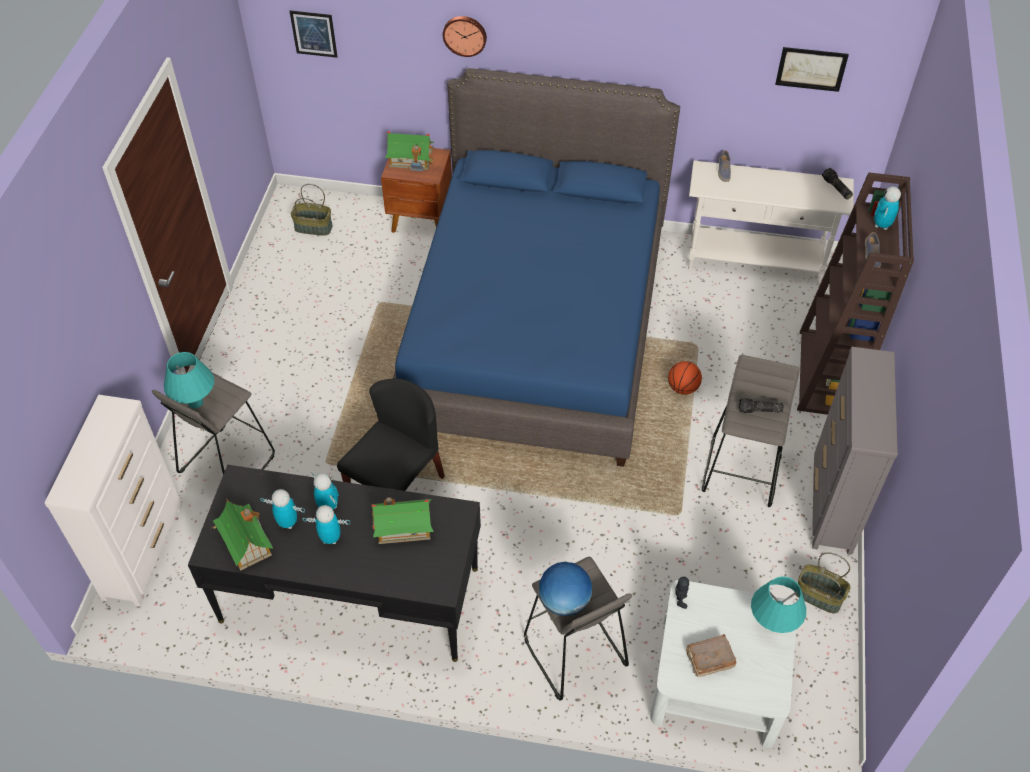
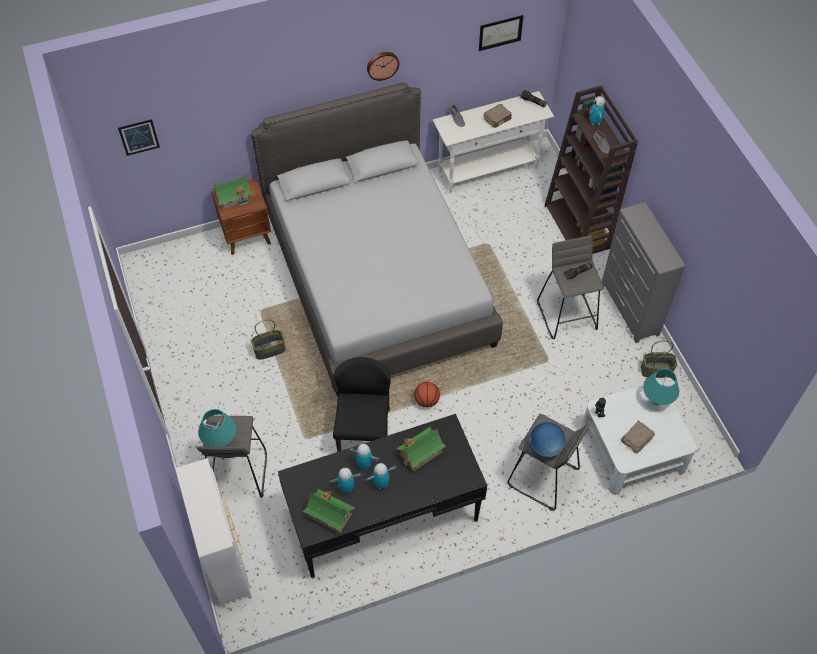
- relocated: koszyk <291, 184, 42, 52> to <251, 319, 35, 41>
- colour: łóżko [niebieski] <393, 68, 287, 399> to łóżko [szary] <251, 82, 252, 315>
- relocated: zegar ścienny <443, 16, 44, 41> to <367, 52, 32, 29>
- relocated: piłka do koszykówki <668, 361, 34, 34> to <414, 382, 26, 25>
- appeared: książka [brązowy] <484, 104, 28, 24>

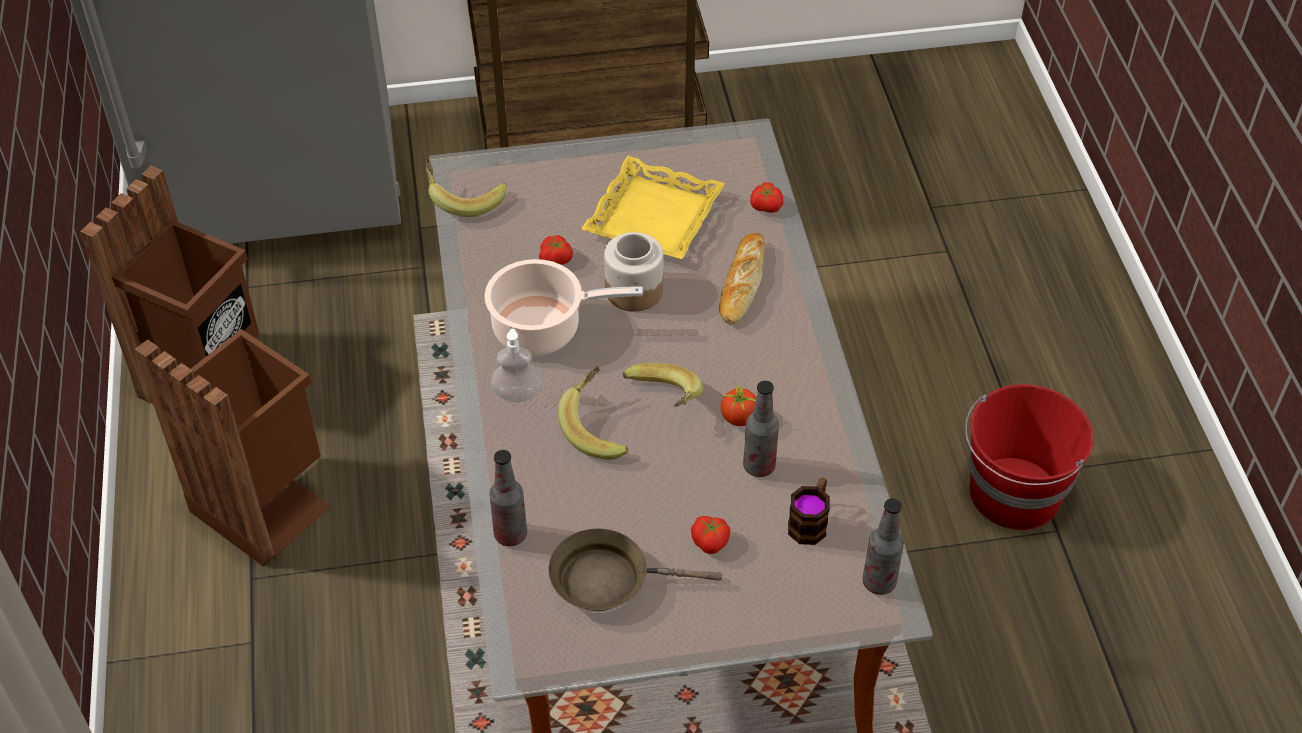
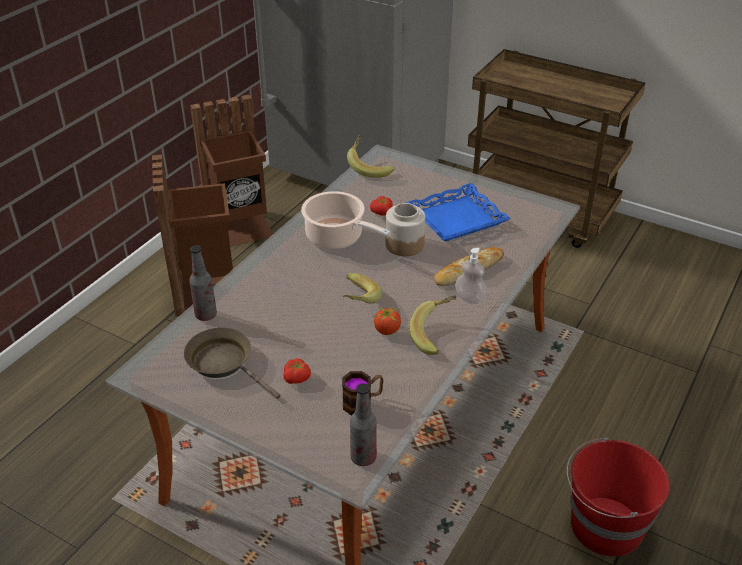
- relocated: dozownik mydła <491, 329, 51, 73> to <455, 248, 32, 56>
- relocated: banan <558, 366, 70, 94> to <409, 296, 47, 59>
- colour: taca [żółty] <581, 156, 144, 103> to taca [niebieski] <406, 183, 105, 58>
- missing: butelka <743, 381, 36, 96>
- missing: pomidor <750, 182, 33, 31>

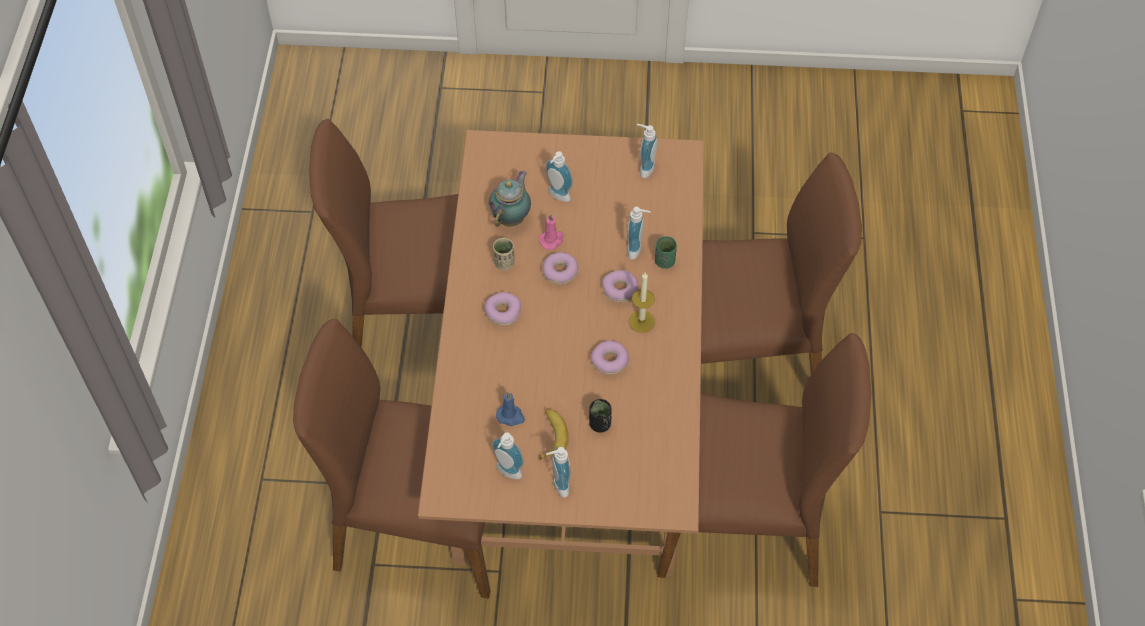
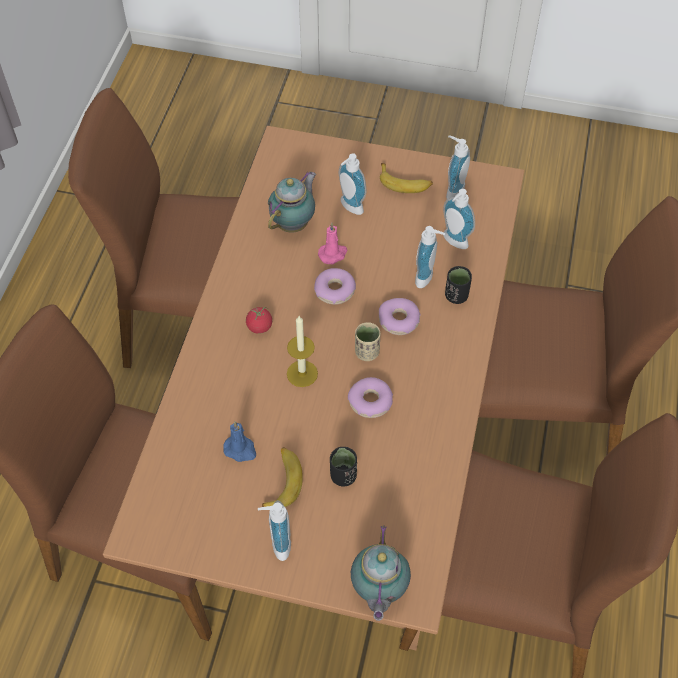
- exchanged: donut <484, 292, 37, 34> to pomidor <246, 307, 26, 27>
- relocated: dozownik mydła <492, 432, 32, 47> to <443, 189, 32, 60>
- relocated: filiżanka [beżowy] <493, 238, 22, 32> to <355, 322, 26, 39>
- relocated: świeca <629, 273, 26, 60> to <287, 316, 31, 71>
- colour: filiżanka [zielony] <655, 236, 22, 33> to filiżanka [czarny] <445, 266, 27, 38>
- appeared: imbryk <351, 525, 60, 96>
- appeared: banan <380, 163, 53, 30>

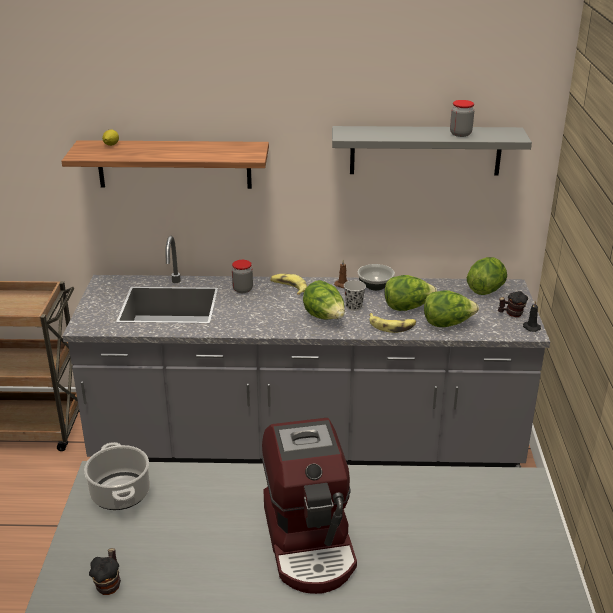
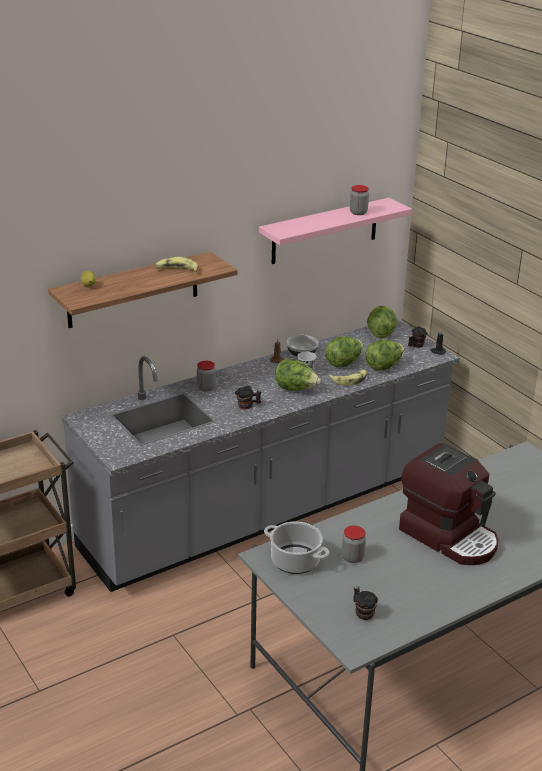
- relocated: banan <270, 274, 37, 21> to <155, 257, 43, 15>
- colour: półka [szary] <332, 126, 200, 50> to półka [różowy] <259, 198, 153, 66>
- appeared: kubek <235, 386, 26, 23>
- appeared: słoik <342, 526, 24, 37>

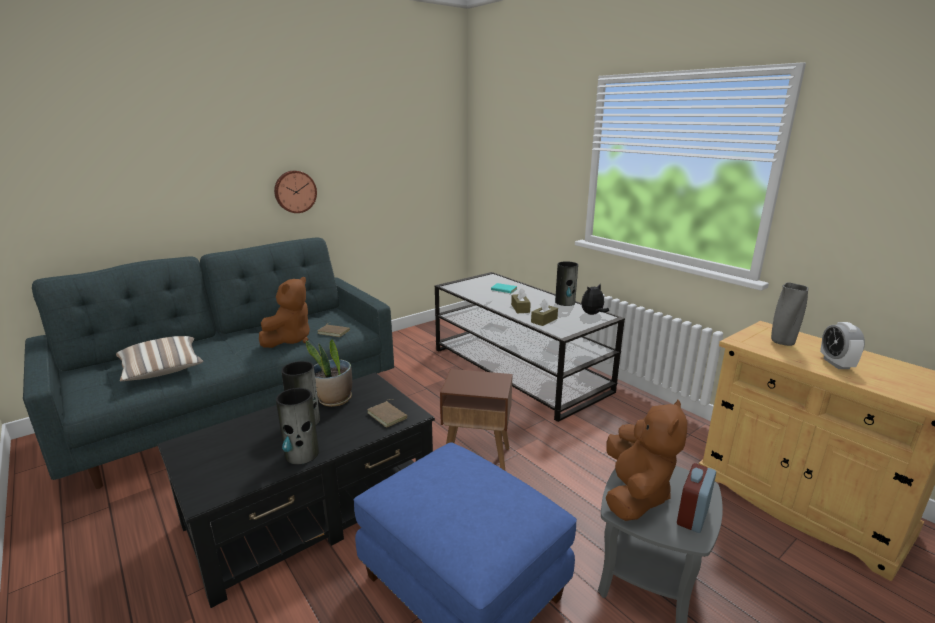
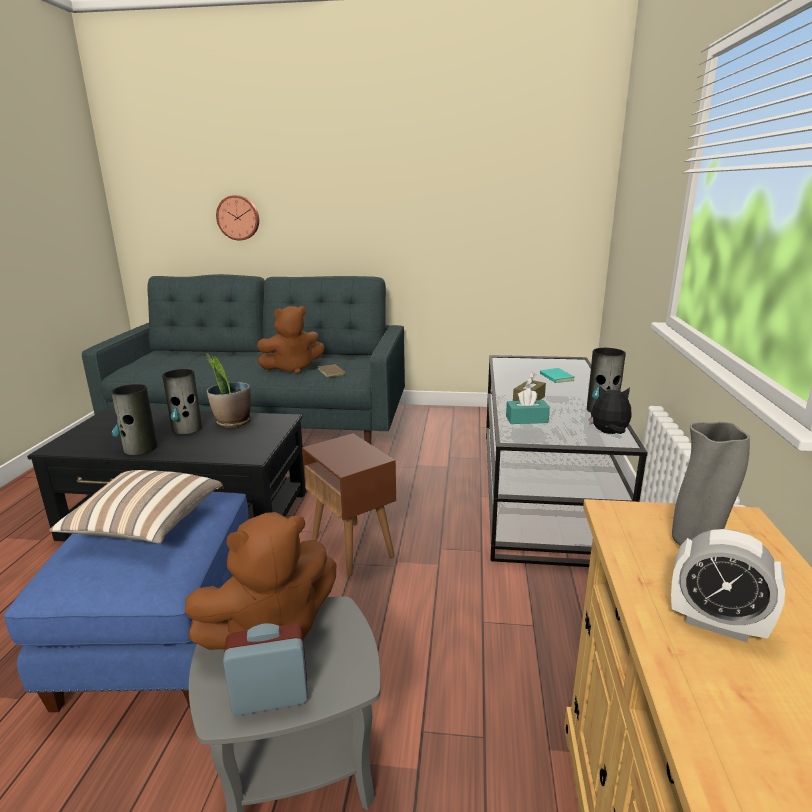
- relocated: poduszka <116, 336, 87, 45> to <49, 470, 173, 73>
- relocated: zegar ścienny <274, 171, 43, 42> to <216, 195, 43, 45>
- missing: książka [brązowy] <367, 399, 40, 29>
- colour: pudełko chusteczek [brązowy] <531, 299, 27, 27> to pudełko chusteczek [turkusowy] <506, 388, 44, 36>
- spun: budzik <820, 322, 45, 47> = <671, 529, 114, 113> 105 degrees counterclockwise

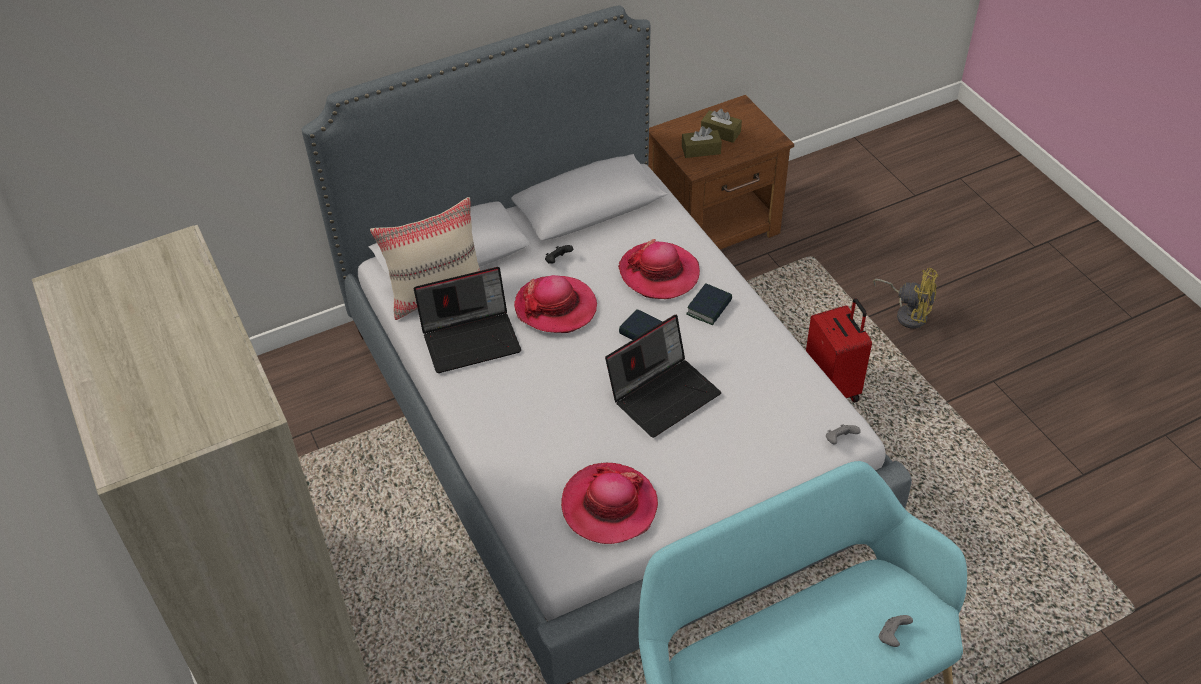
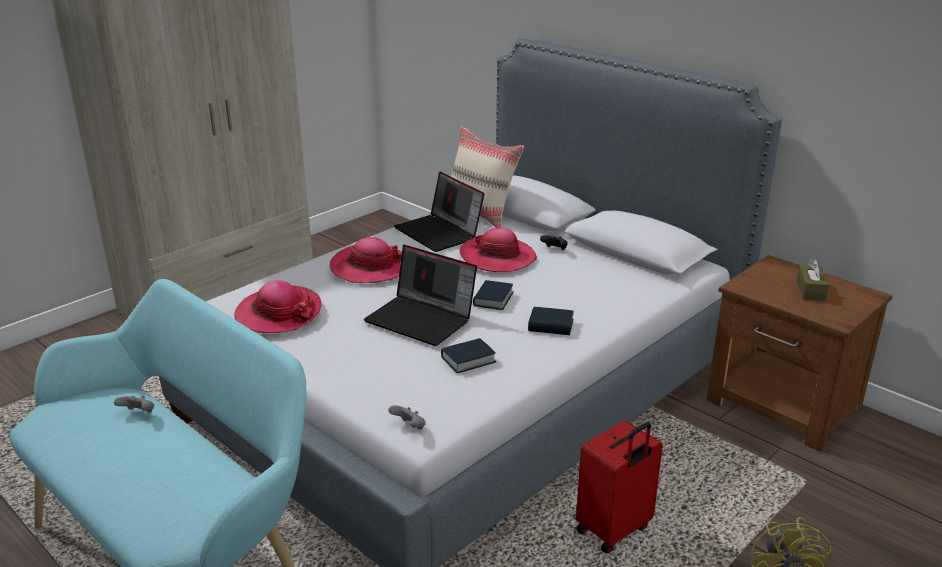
- relocated: kapelusz <618, 239, 82, 60> to <330, 237, 72, 46>
- missing: pudełko chusteczek [brązowy] <682, 126, 40, 32>
- relocated: pad do gier [szary] <879, 615, 34, 32> to <114, 396, 40, 17>
- appeared: książka <441, 338, 55, 35>

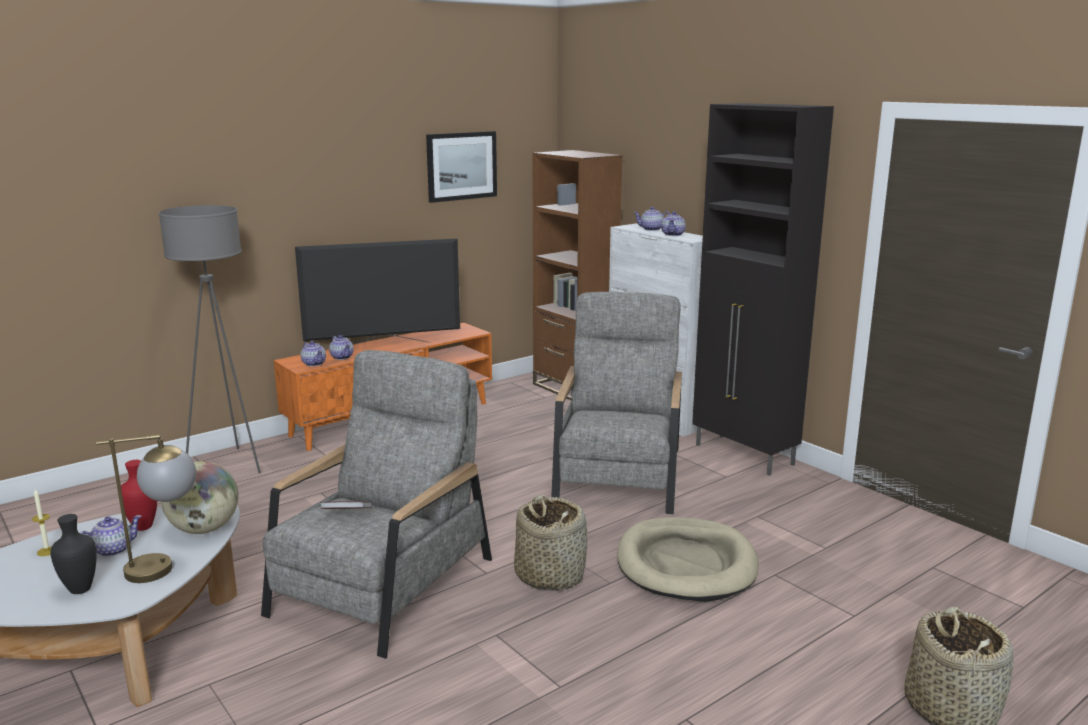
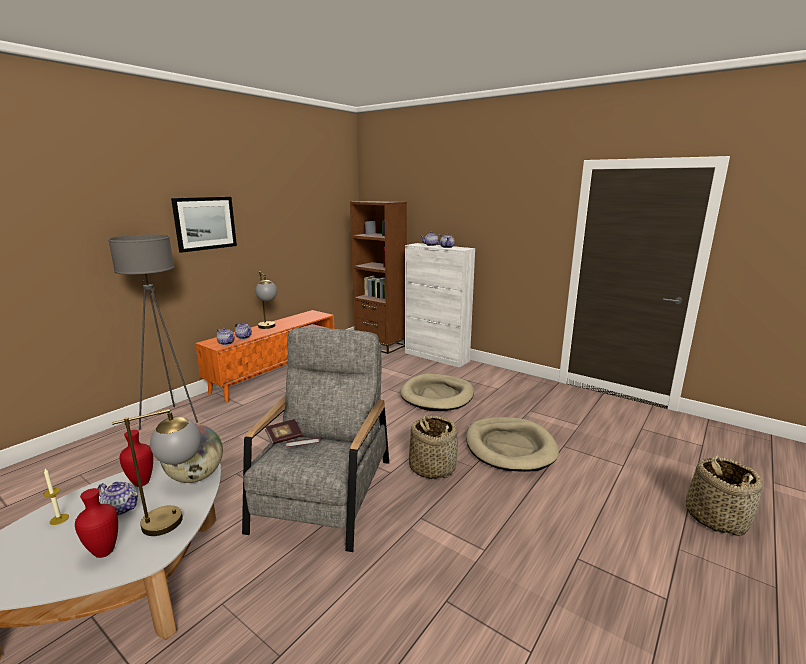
- colour: wazon [czarny] <50, 514, 46, 80> to wazon [czerwony] <75, 488, 43, 70>
- spun: imbryk <80, 515, 62, 42> = <97, 481, 41, 35> 75 degrees clockwise
- exchanged: telewizor <295, 239, 165, 106> to lampa stołowa <255, 272, 22, 57>
- relocated: obraz <426, 131, 71, 72> to <171, 197, 66, 56>
- exchanged: fotel [szary] <551, 292, 131, 222> to legowisko [beżowy] <400, 374, 74, 37>
- missing: szafka [czarny] <692, 103, 142, 373>
- appeared: książka <265, 419, 37, 26>

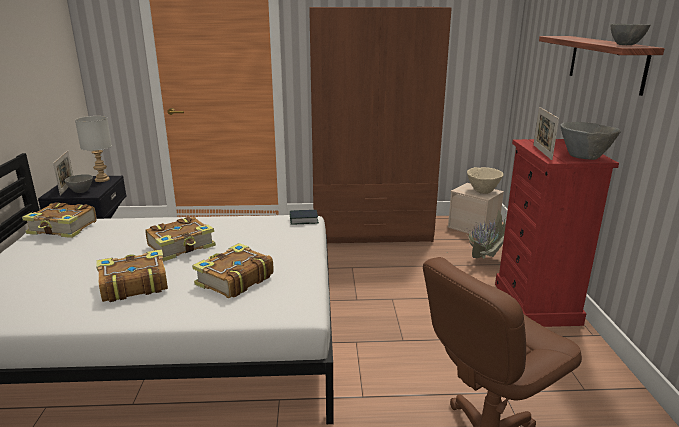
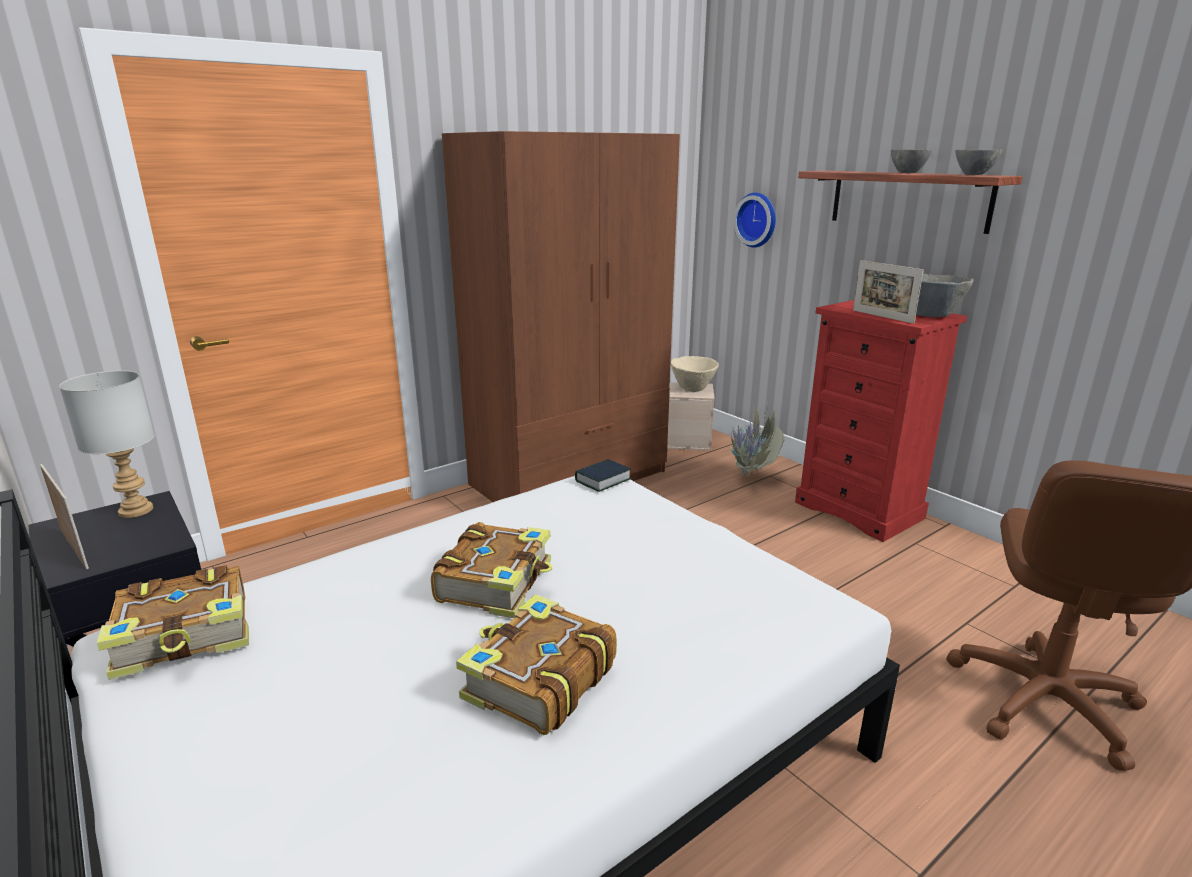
- relocated: miska [szary] <64, 174, 29, 19> to <891, 149, 41, 24>
- missing: książka <192, 243, 82, 55>
- appeared: zegar ścienny <733, 193, 43, 54>

